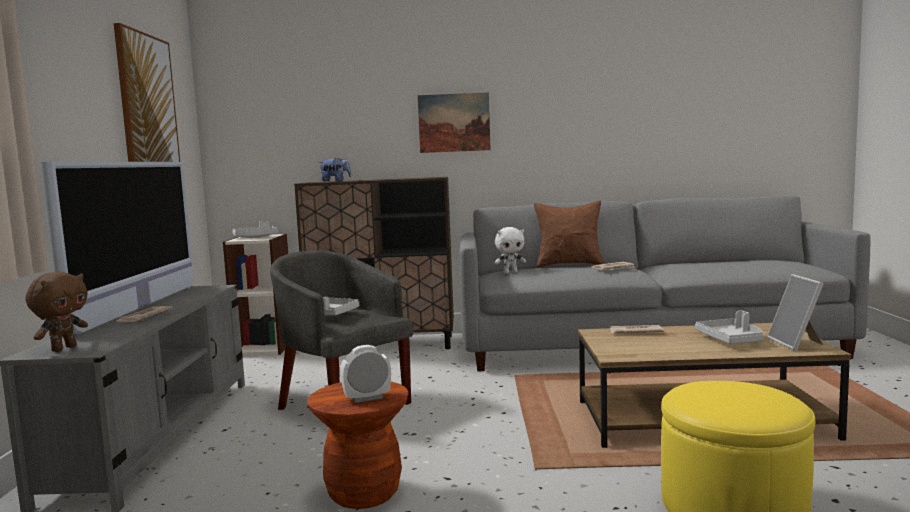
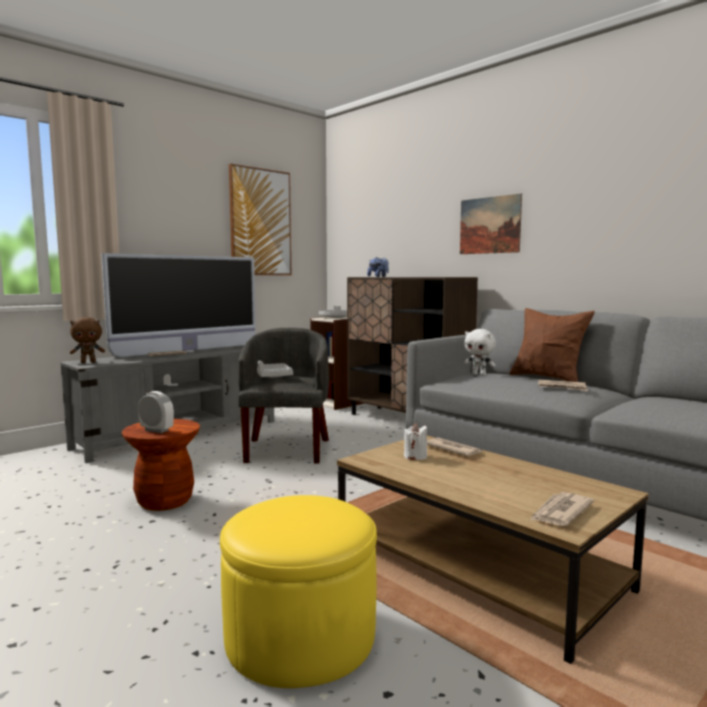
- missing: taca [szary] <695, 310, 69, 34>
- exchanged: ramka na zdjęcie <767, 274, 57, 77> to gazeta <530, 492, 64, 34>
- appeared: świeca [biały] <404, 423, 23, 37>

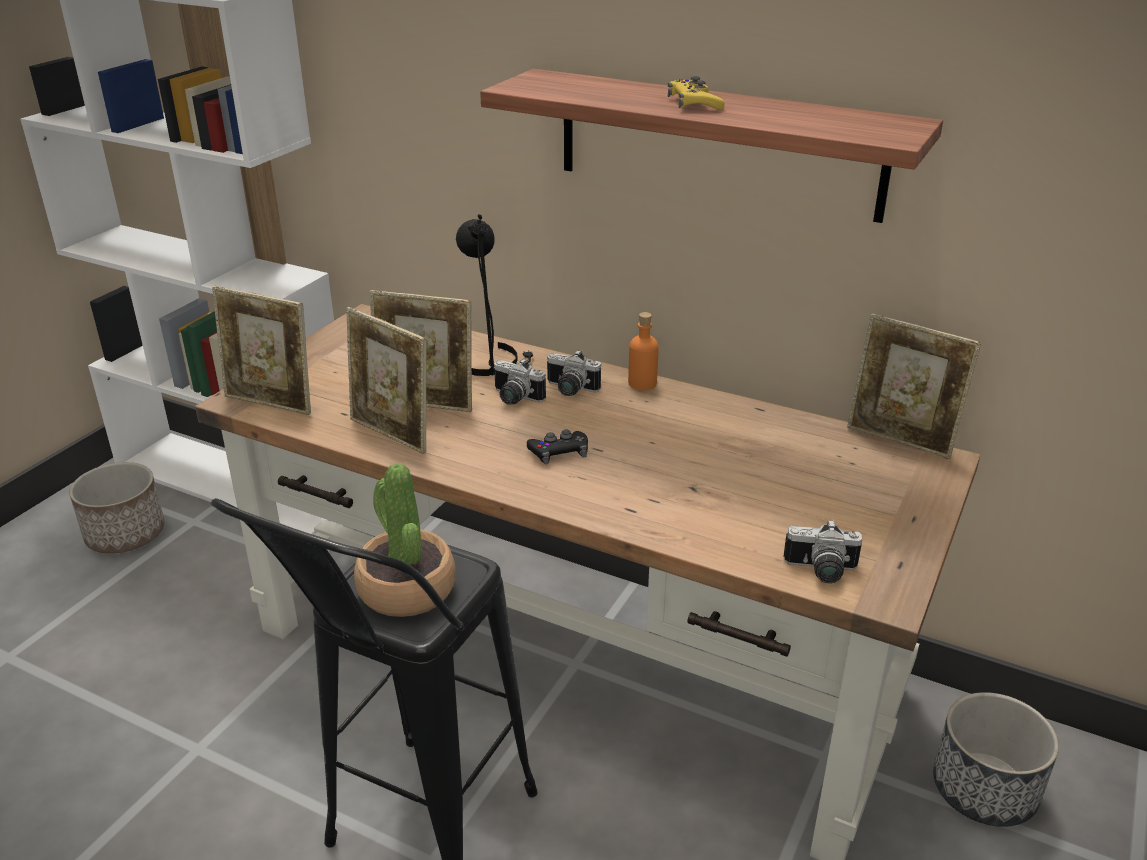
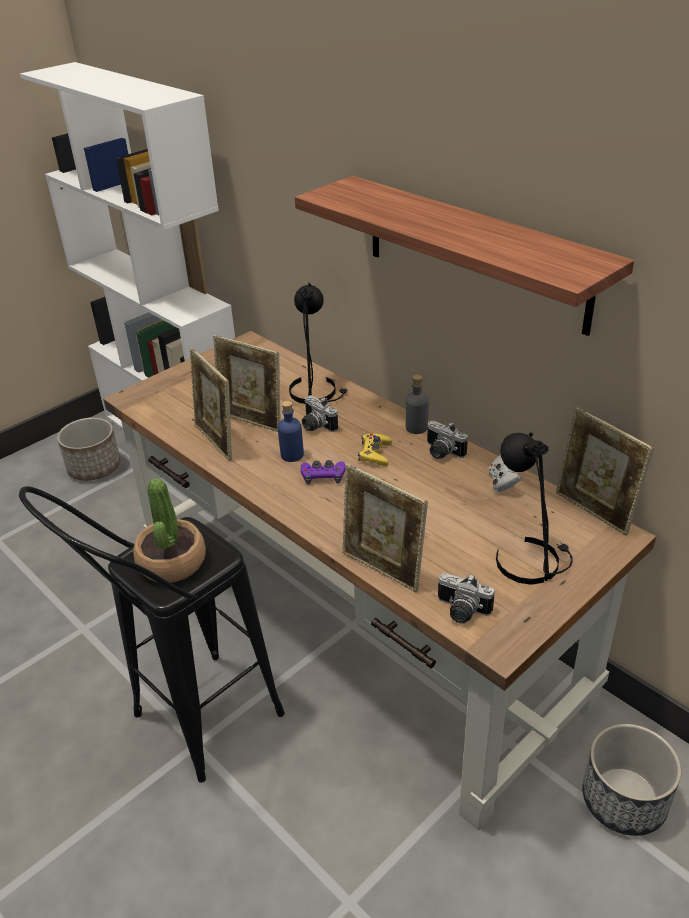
- relocated: ramka na zdjęcie <212, 286, 99, 129> to <342, 464, 86, 129>
- colour: pad do gier [czarny] <527, 429, 61, 36> to pad do gier [fioletowy] <301, 460, 44, 24>
- relocated: aparat fotograficzny <547, 350, 54, 46> to <427, 421, 41, 38>
- colour: butelka [pomarańczowy] <628, 312, 31, 78> to butelka [szary] <405, 374, 24, 60>
- relocated: pad do gier [żółty] <668, 76, 56, 34> to <358, 433, 34, 33>
- appeared: butelka [niebieski] <278, 401, 26, 61>
- appeared: pad do gier [biały] <488, 455, 33, 37>
- appeared: lampa stołowa [czarny] <496, 432, 77, 153>

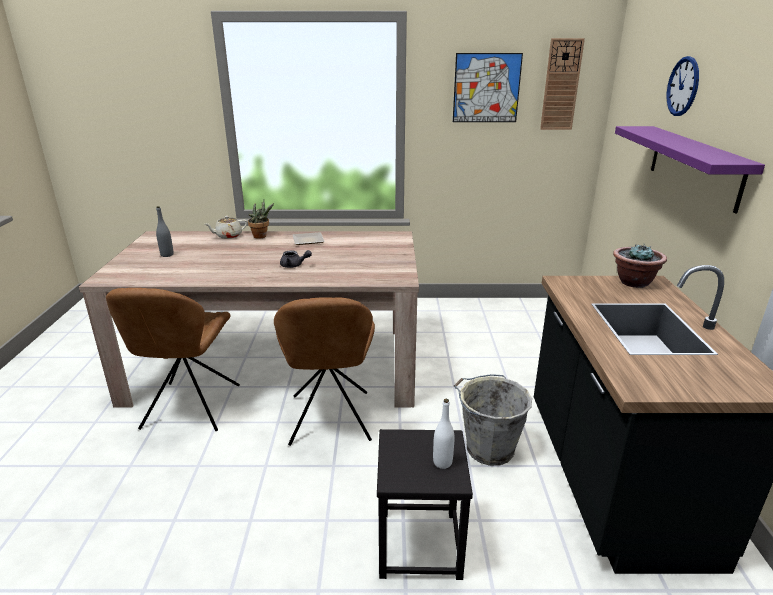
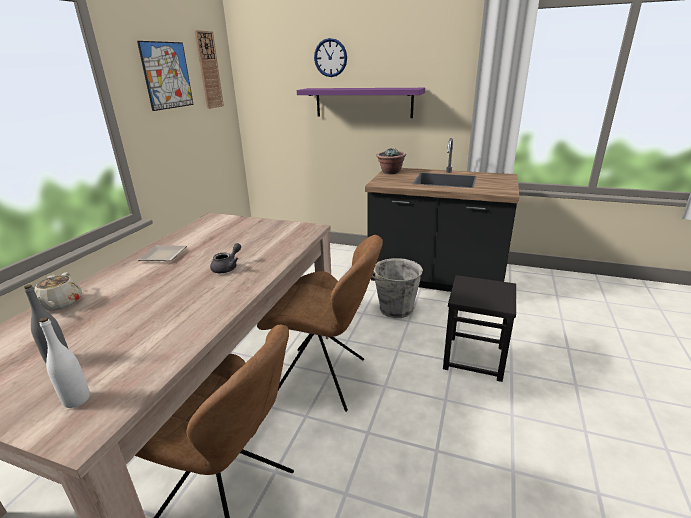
- missing: roślina doniczkowa <248, 200, 26, 39>
- relocated: butelka [biały] <433, 399, 22, 70> to <39, 317, 51, 91>

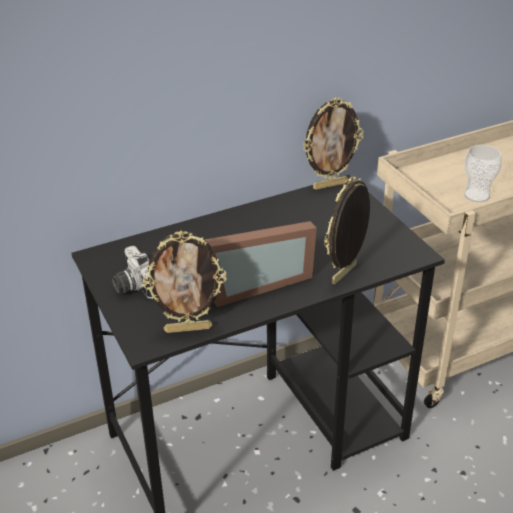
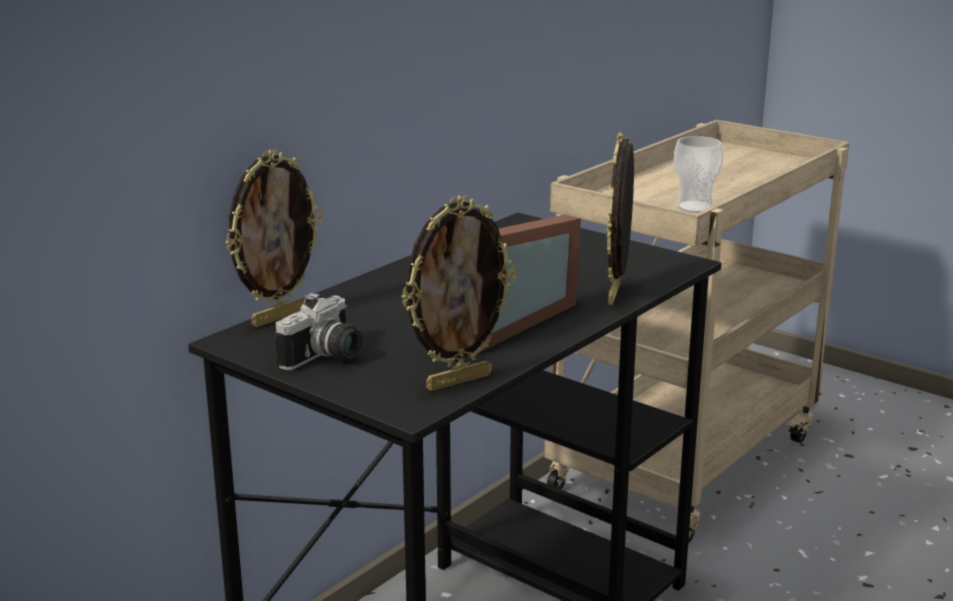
- spun: aparat fotograficzny <112, 246, 40, 53> = <275, 293, 87, 77> 90 degrees counterclockwise
- relocated: ramka na zdjęcie <303, 97, 61, 93> to <225, 149, 98, 178>

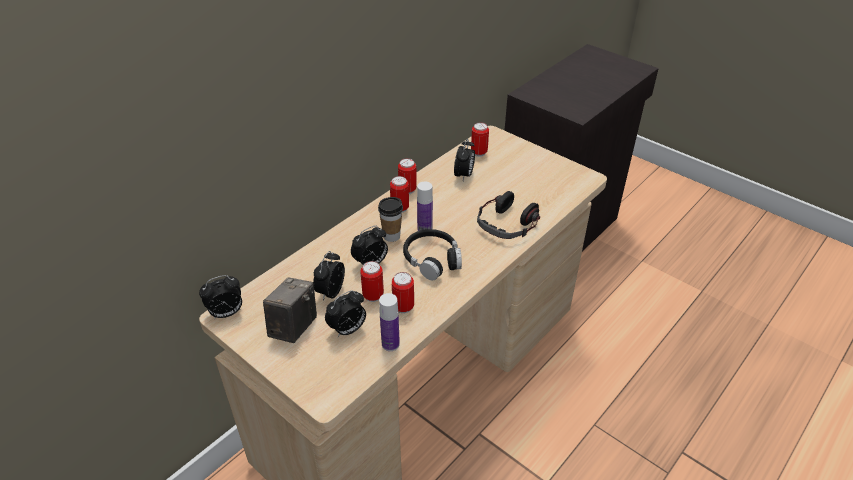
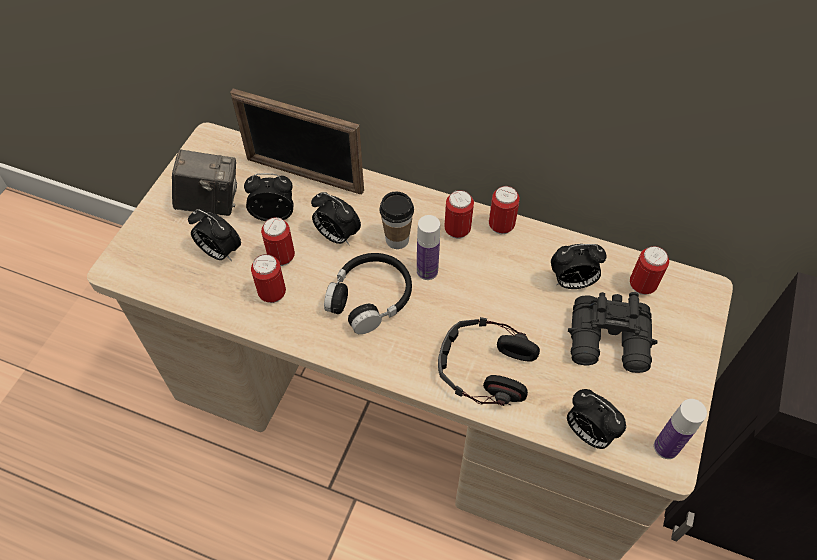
- relocated: budzik <199, 275, 43, 44> to <567, 389, 59, 60>
- relocated: butelka <379, 293, 21, 58> to <654, 399, 53, 60>
- appeared: ramka na zdjęcie <230, 88, 134, 107>
- appeared: lornetka [czarny] <568, 292, 90, 81>

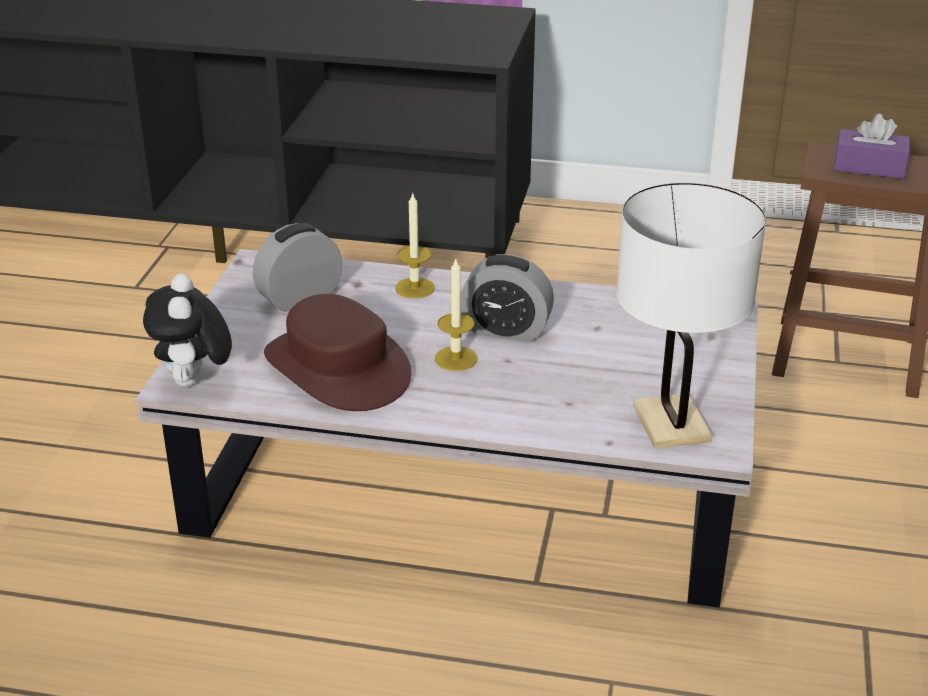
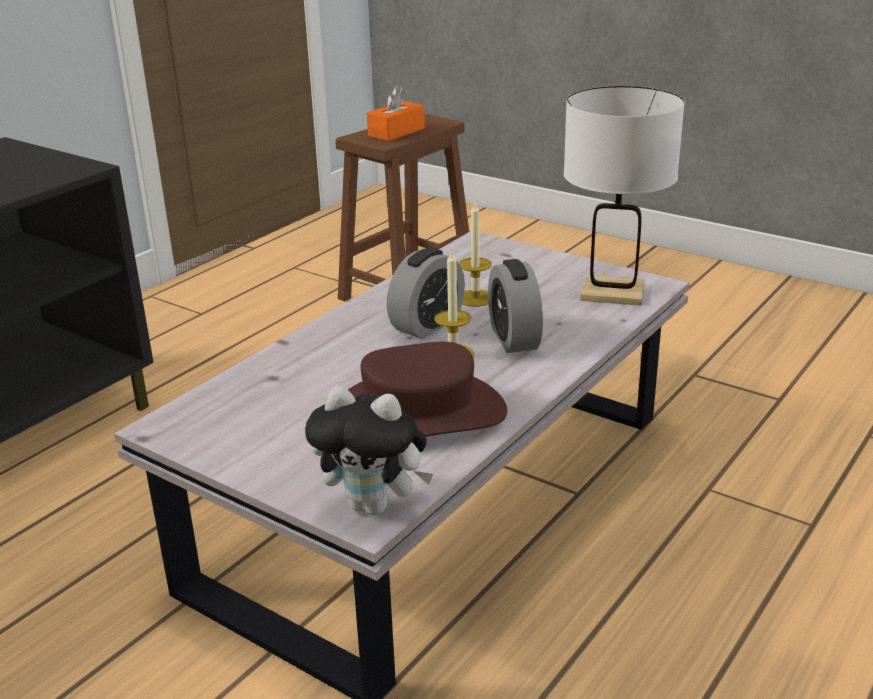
- relocated: budzik <253, 223, 89, 89> to <488, 259, 55, 94>
- relocated: świeca <395, 194, 40, 104> to <459, 203, 33, 104>
- colour: pudełko chusteczek [fioletowy] <834, 114, 76, 65> to pudełko chusteczek [pomarańczowy] <367, 86, 58, 55>

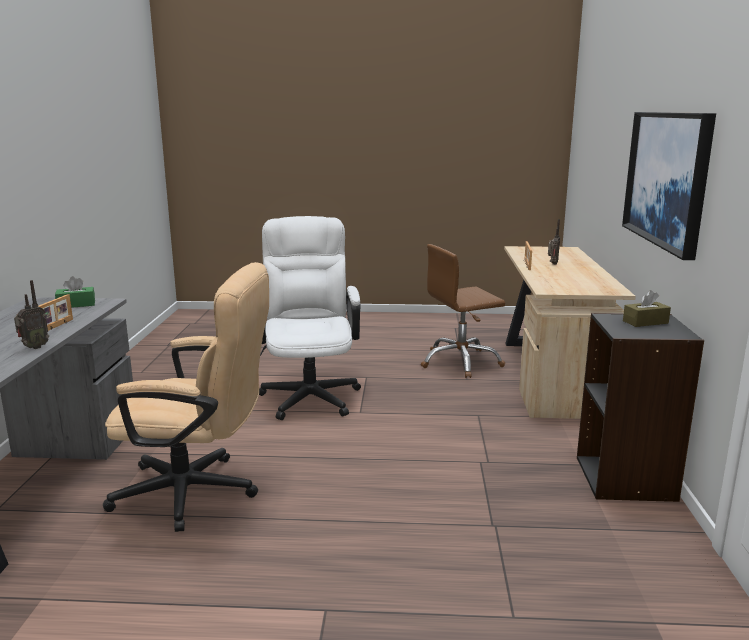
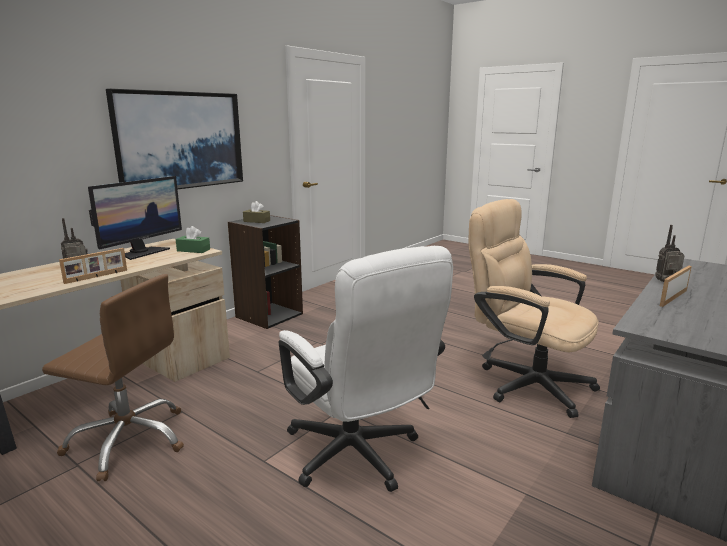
- relocated: pudełko chusteczek [zielony] <55, 276, 40, 32> to <176, 226, 34, 27>
- spun: krzesło biurowe [biały] <259, 216, 102, 204> = <278, 246, 175, 246> 60 degrees counterclockwise
- appeared: monitor <88, 176, 94, 84>

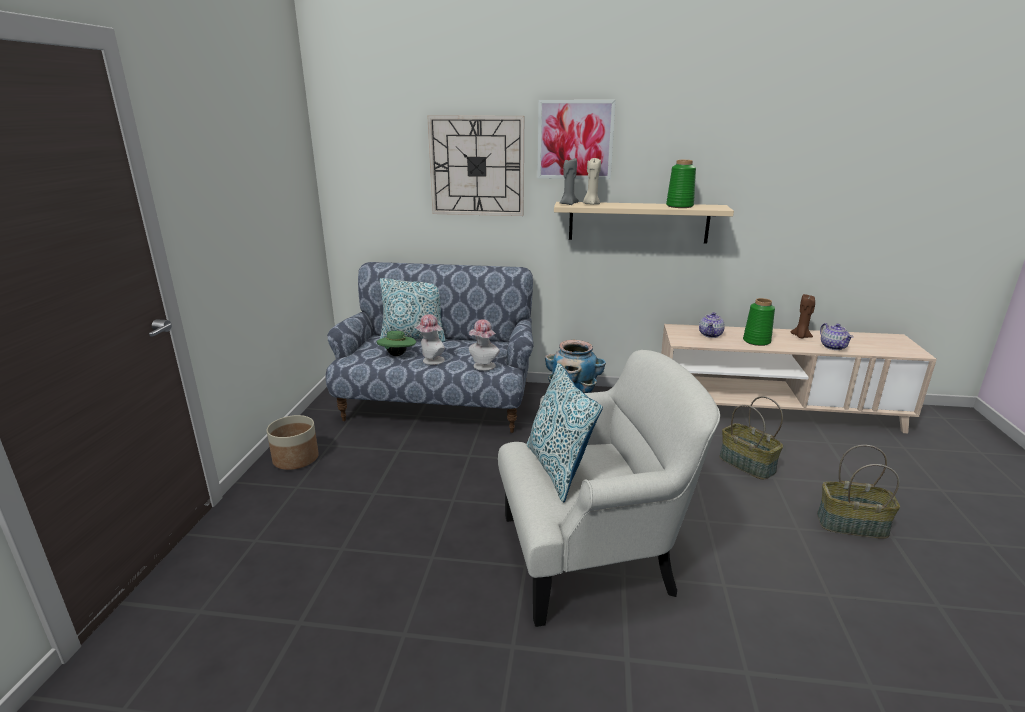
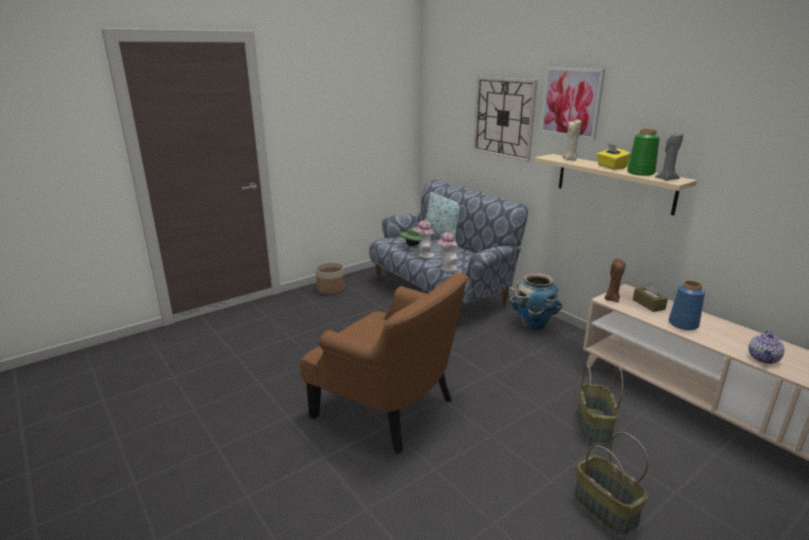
- colour: fotel [biały] <498, 350, 222, 277> to fotel [brązowy] <300, 273, 168, 181>
- missing: poduszka <526, 363, 77, 139>
- relocated: świeca [szary] <560, 158, 19, 47> to <655, 133, 28, 48>
- exchanged: imbryk <699, 312, 26, 26> to pudełko chusteczek [brązowy] <633, 282, 35, 30>
- colour: wazon [zielony] <743, 298, 32, 48> to wazon [niebieski] <669, 280, 36, 50>
- relocated: świeca [brązowy] <791, 294, 24, 45> to <605, 259, 20, 43>
- appeared: pudełko chusteczek [żółty] <596, 143, 35, 27>

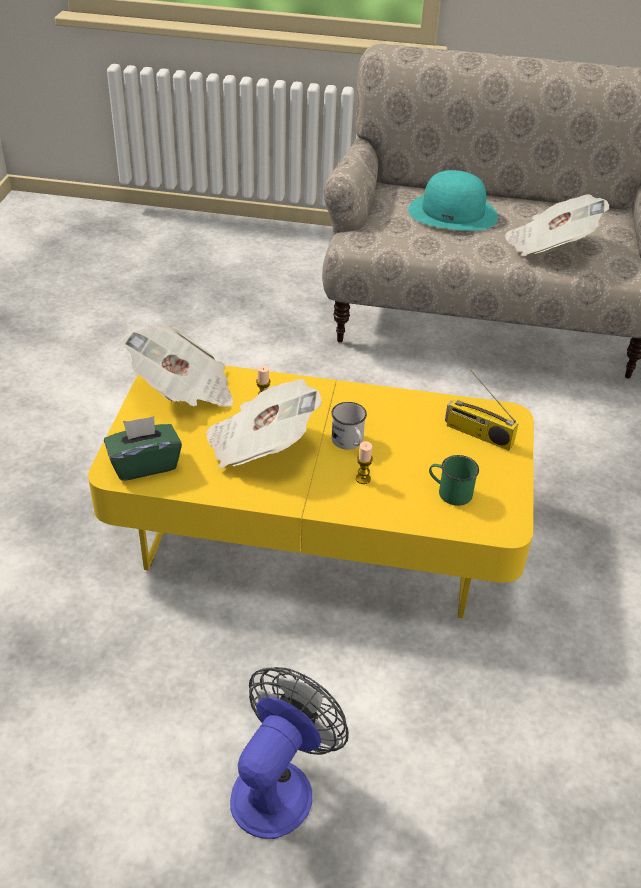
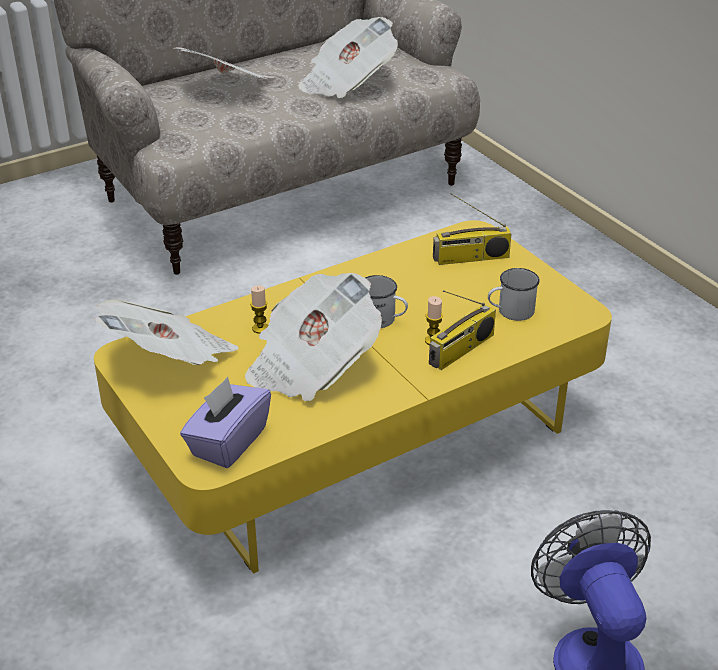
- colour: pudełko chusteczek [zielony] <104, 416, 78, 65> to pudełko chusteczek [fioletowy] <180, 377, 91, 91>
- exchanged: kapelusz [turkusowy] <408, 170, 90, 61> to gazeta <174, 47, 100, 32>
- colour: kubek [zielony] <429, 455, 50, 51> to kubek [biały] <488, 268, 52, 53>
- appeared: radio <429, 290, 67, 80>

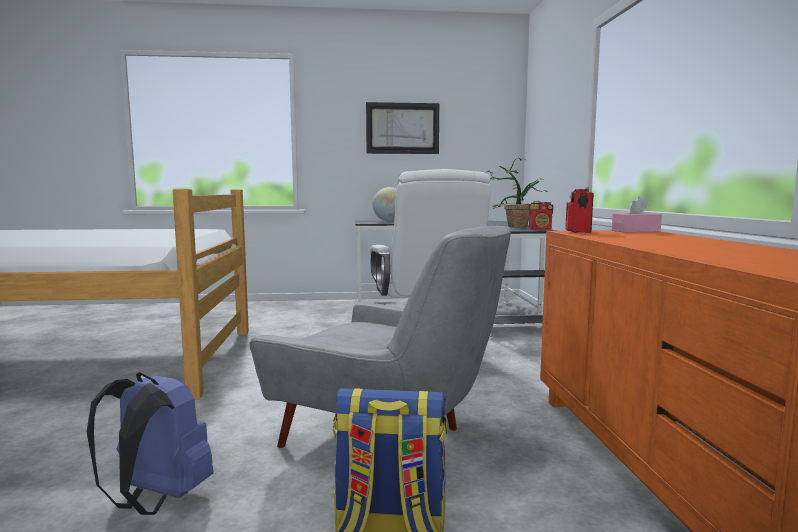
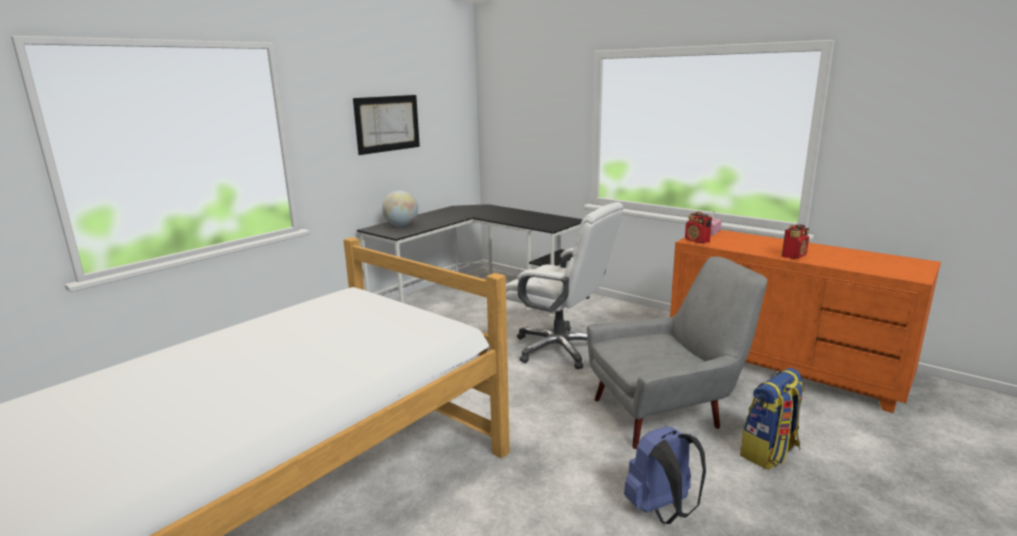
- missing: roślina doniczkowa <486, 158, 62, 69>
- relocated: radio <529, 201, 24, 29> to <782, 224, 27, 35>

